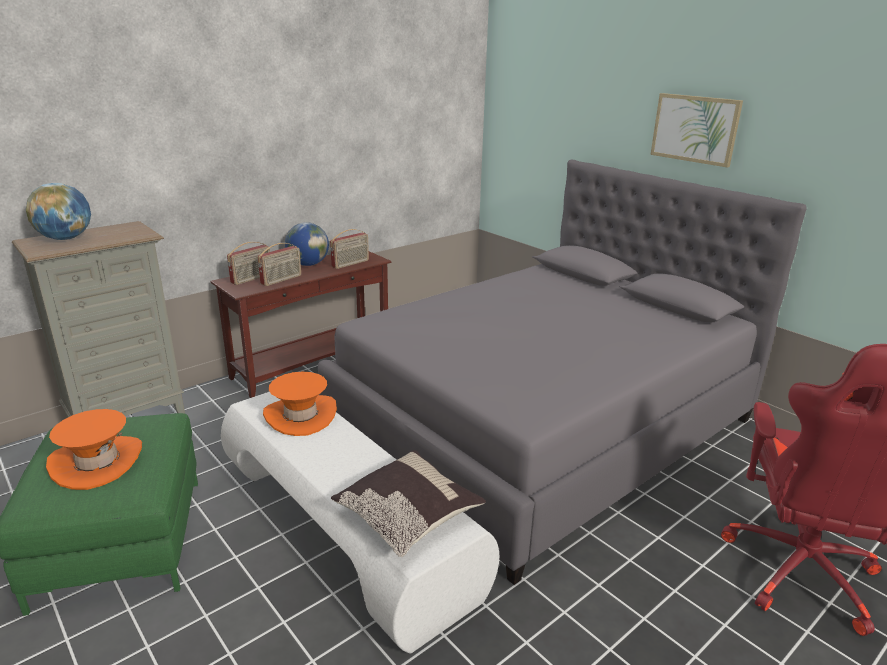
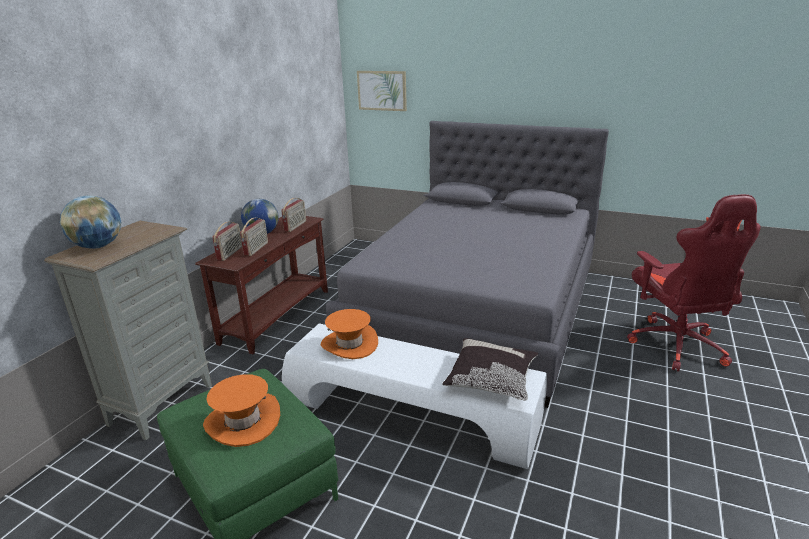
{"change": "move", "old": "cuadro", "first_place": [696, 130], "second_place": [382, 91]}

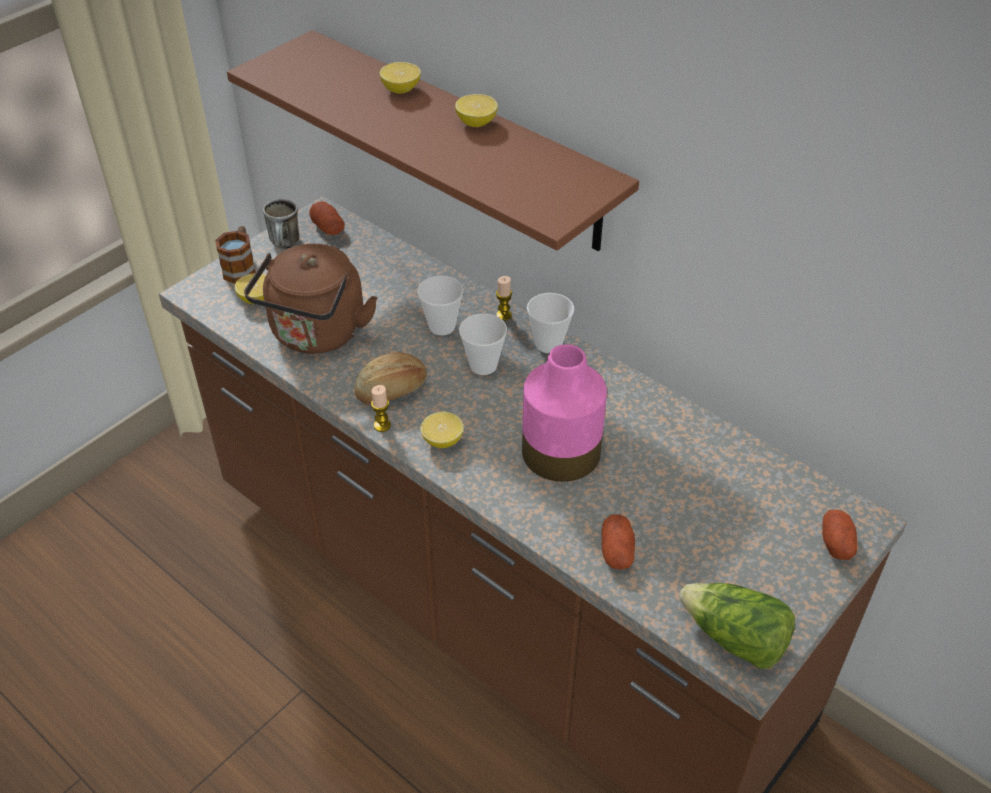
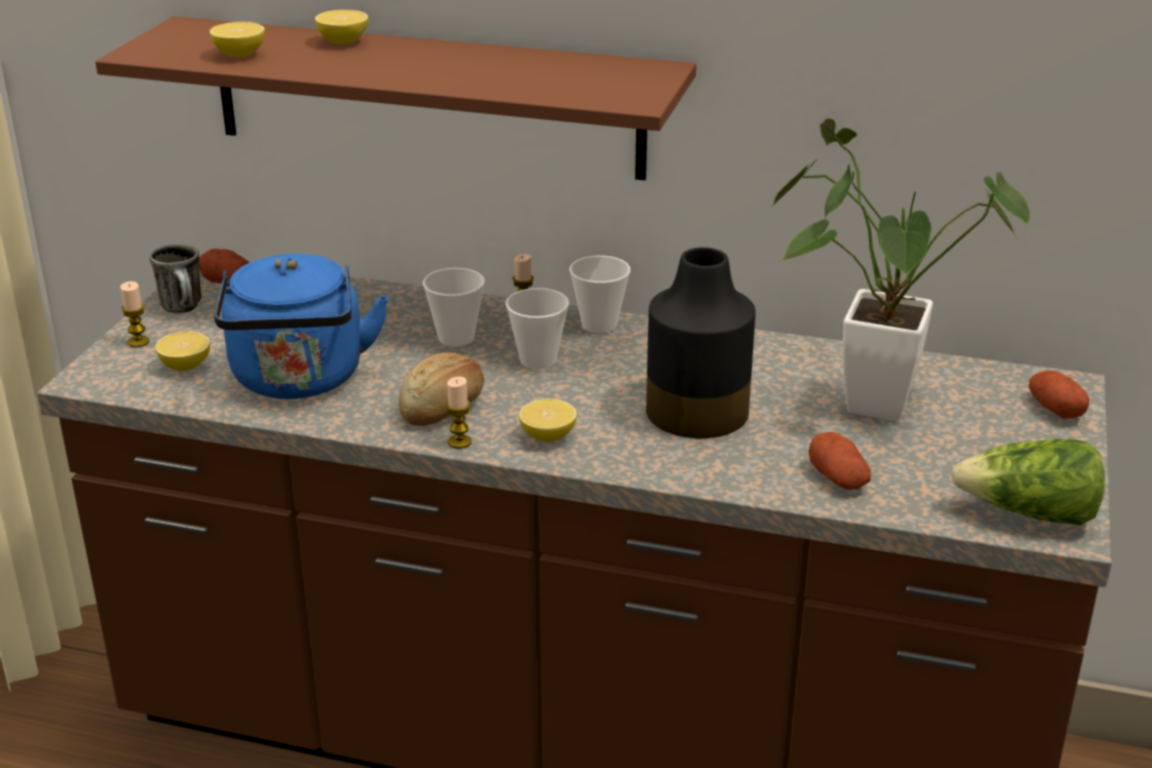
{"change": "replace", "old": "taza grande", "new": "vela", "first_place": [235, 255], "second_place": [135, 314]}
{"change": "move", "old": "limón", "first_place": [476, 110], "second_place": [237, 40]}
{"change": "recolor", "old": "hervidor/marrón", "new": "hervidor/azul", "first_place": [311, 299], "second_place": [301, 326]}
{"change": "recolor", "old": "florero/rosa", "new": "florero/negro", "first_place": [564, 413], "second_place": [701, 342]}
{"change": "insert", "new": "planta en maceta", "second_place": [900, 269]}

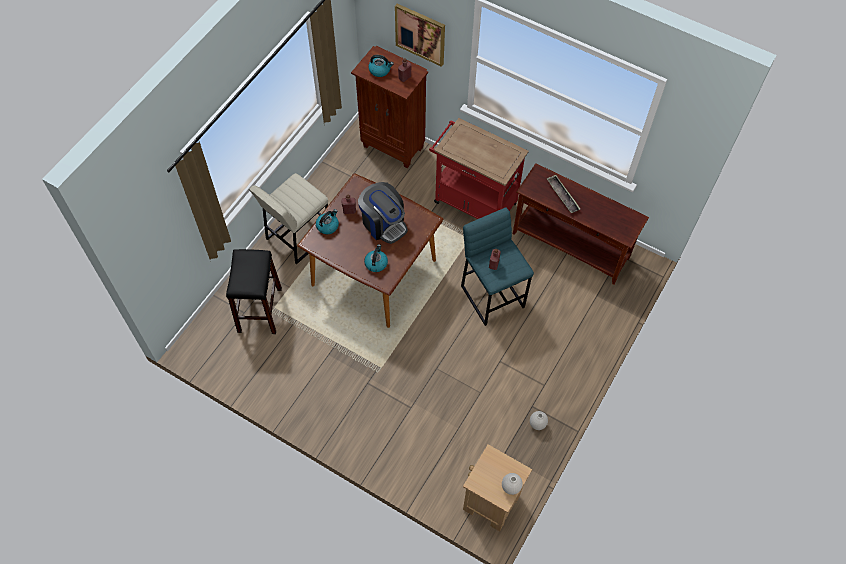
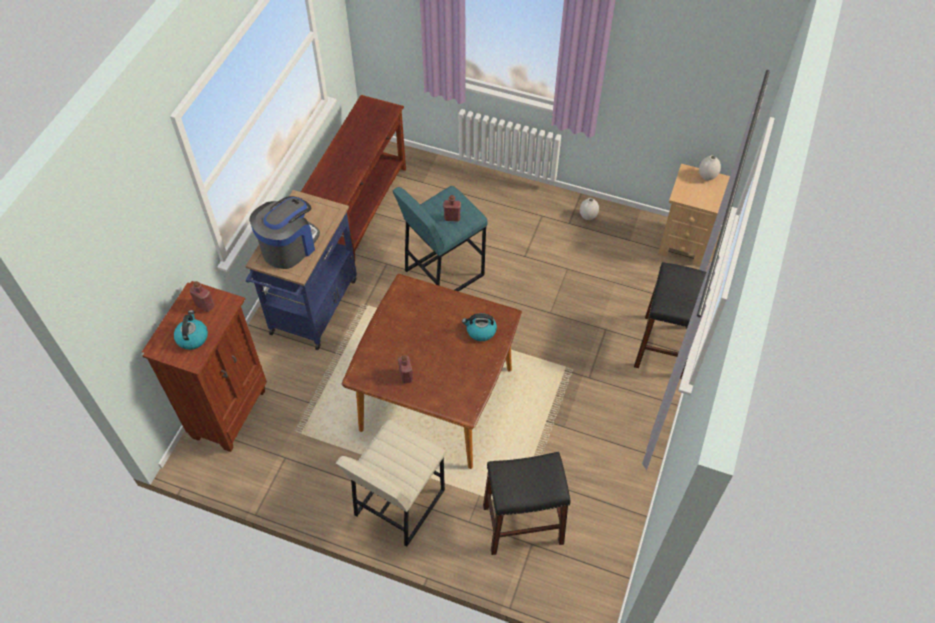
{"change": "recolor", "old": "carrito/rojo", "new": "carrito/azul", "first_place": [479, 168], "second_place": [301, 270]}
{"change": "move", "old": "cafetera", "first_place": [383, 213], "second_place": [284, 232]}
{"change": "rotate", "old": "silla/beis", "first_place": [288, 218], "second_place": [390, 483], "degrees": 90}
{"change": "insert", "new": "taburete/negro", "second_place": [670, 320]}
{"change": "delete", "old": "hervidor", "first_place": [327, 221]}
{"change": "delete", "old": "cuadro", "first_place": [420, 35]}
{"change": "delete", "old": "bandeja", "first_place": [563, 194]}

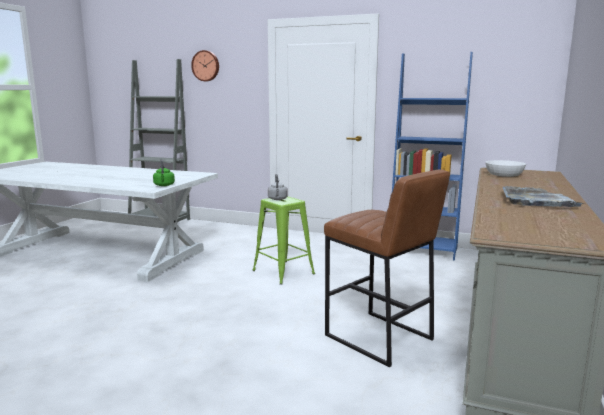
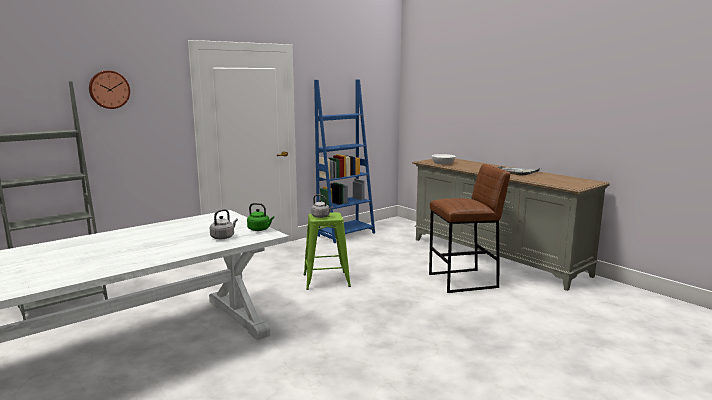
{"change": "insert", "new": "hervidor/gris", "second_place": [224, 224]}

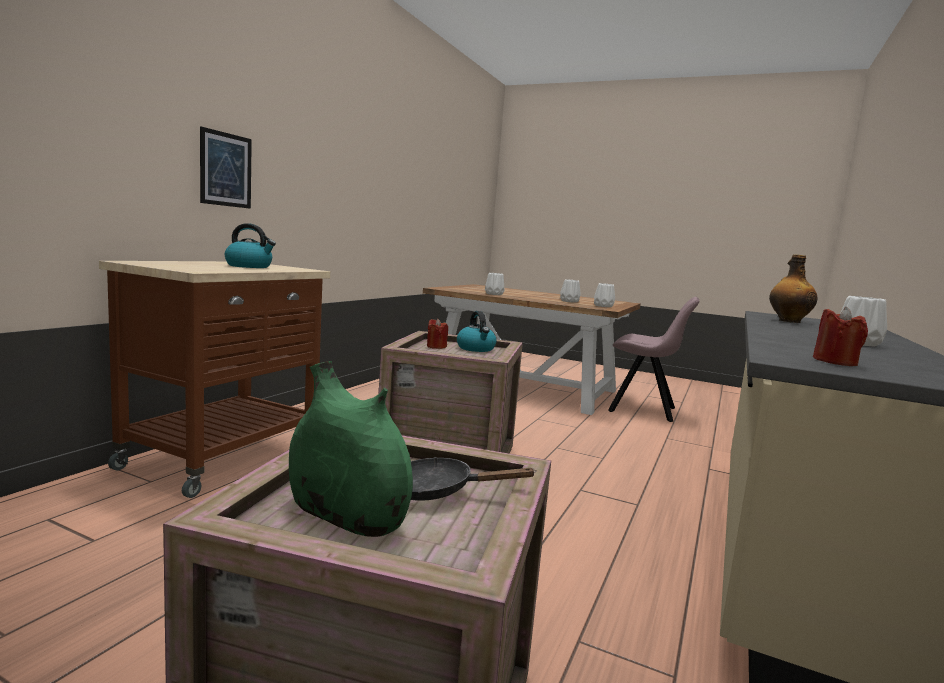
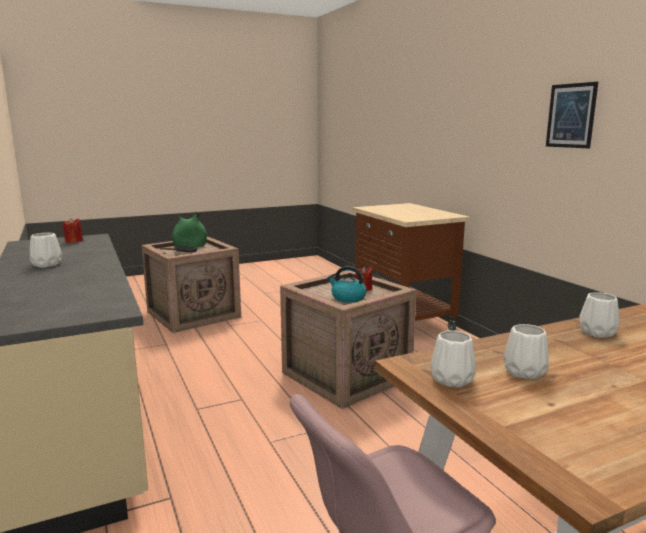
{"change": "move", "old": "cuadro", "first_place": [226, 168], "second_place": [572, 115]}
{"change": "delete", "old": "hervidor", "first_place": [250, 245]}
{"change": "delete", "old": "botella", "first_place": [793, 289]}

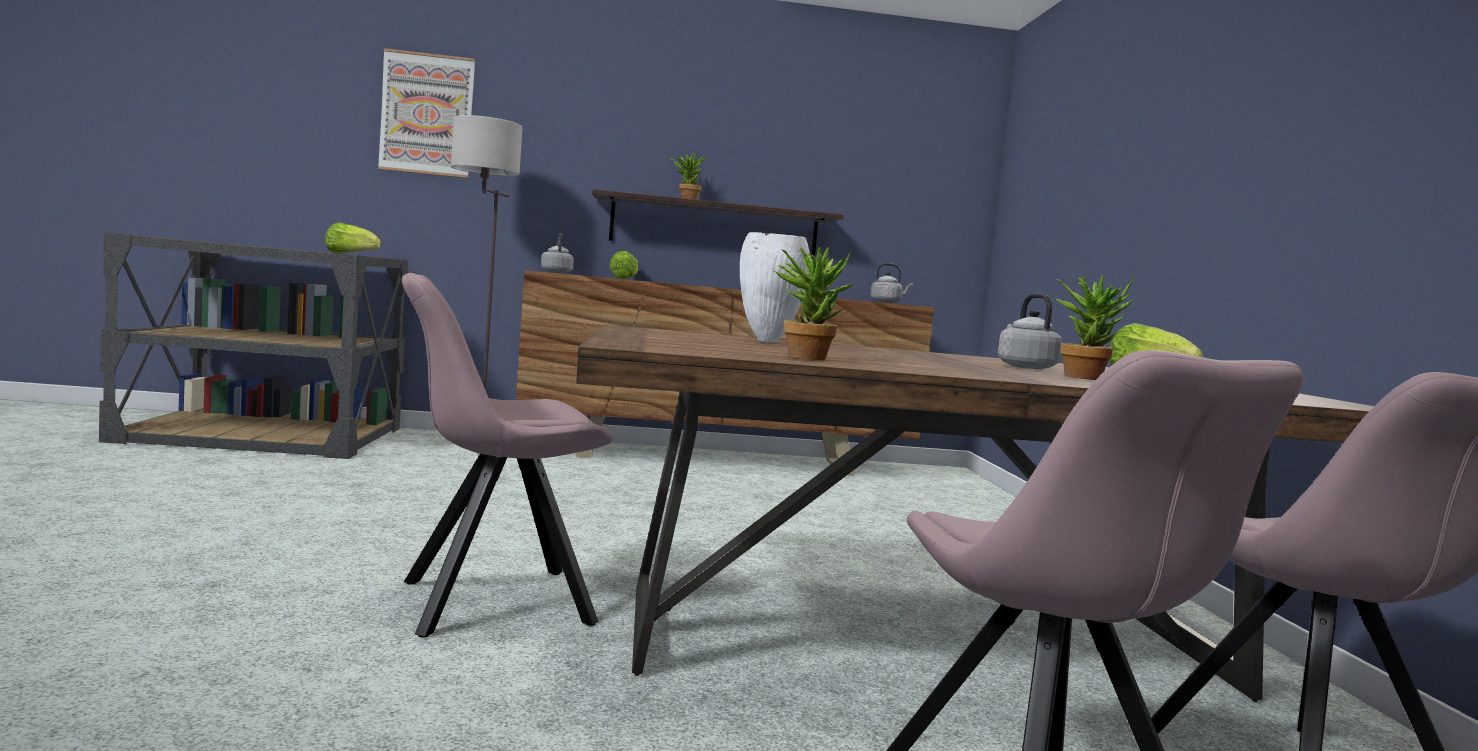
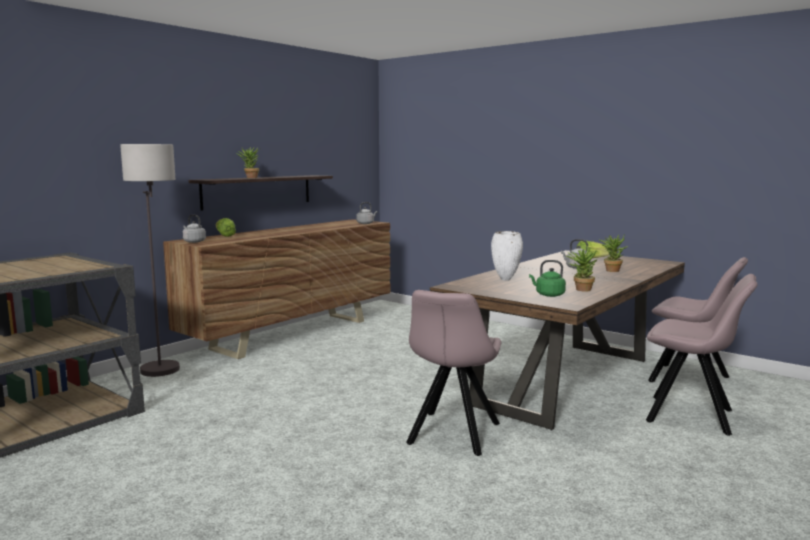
{"change": "insert", "new": "hervidor/verde", "second_place": [547, 278]}
{"change": "delete", "old": "lechuga", "first_place": [353, 238]}
{"change": "delete", "old": "cuadro", "first_place": [426, 113]}

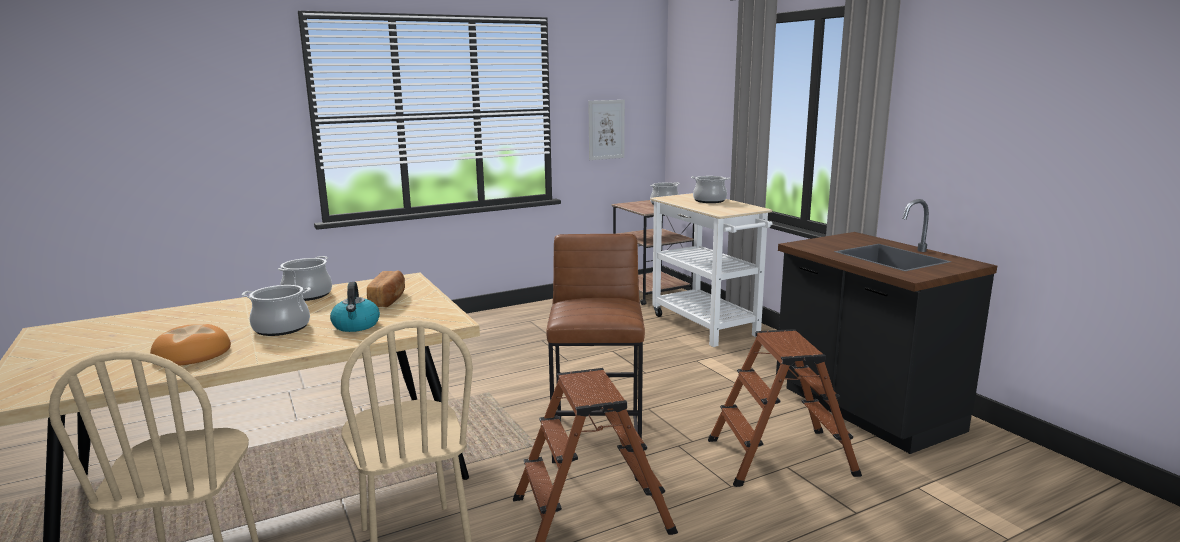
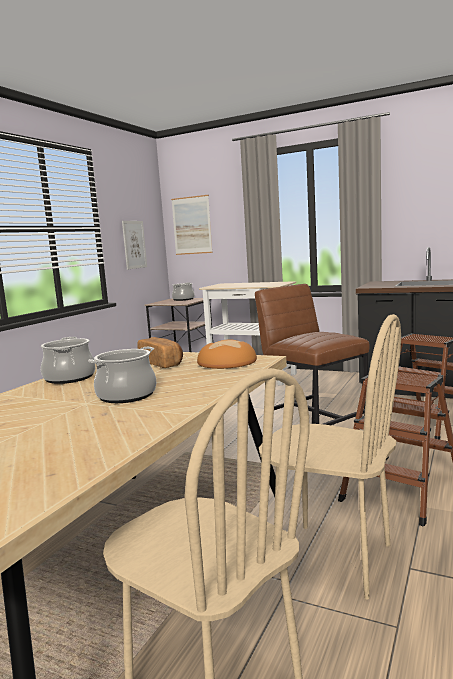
{"change": "insert", "new": "cuadro", "second_place": [192, 225]}
{"change": "move", "old": "pan", "first_place": [190, 345], "second_place": [227, 354]}
{"change": "delete", "old": "hervidor", "first_place": [355, 307]}
{"change": "delete", "old": "olla", "first_place": [710, 189]}

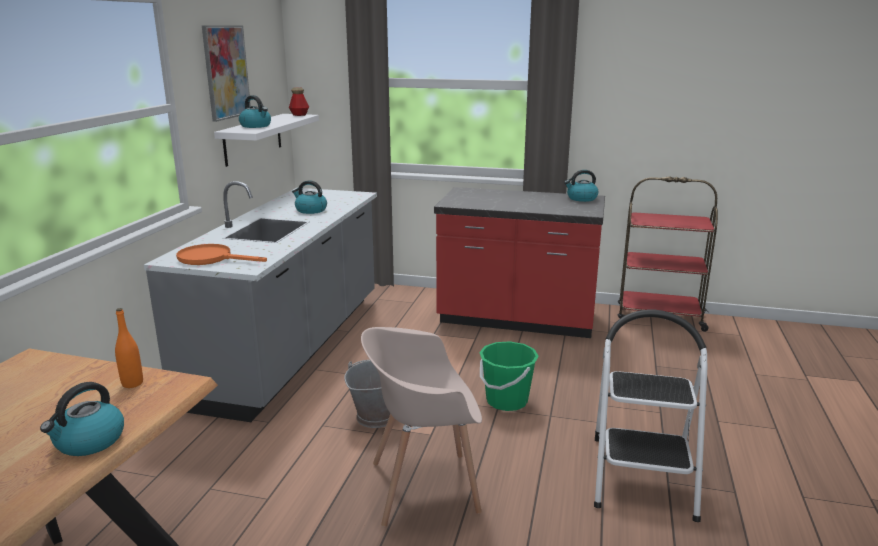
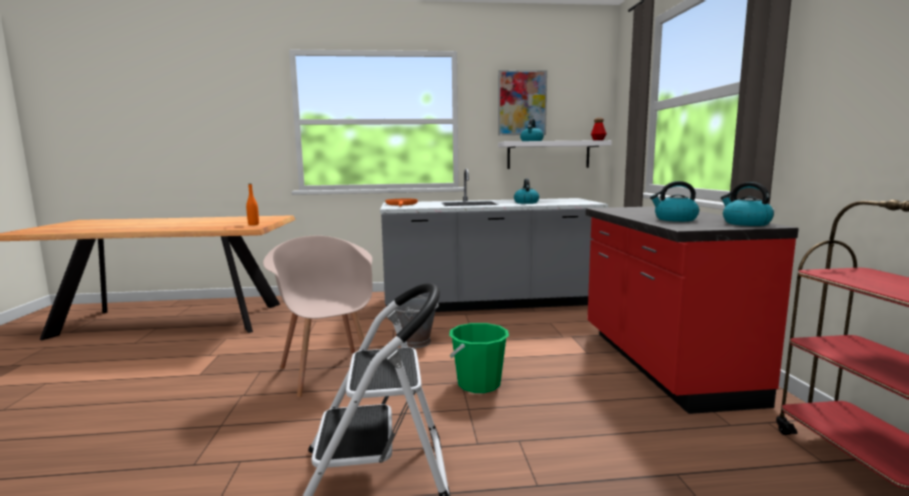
{"change": "move", "old": "hervidor", "first_place": [82, 419], "second_place": [674, 201]}

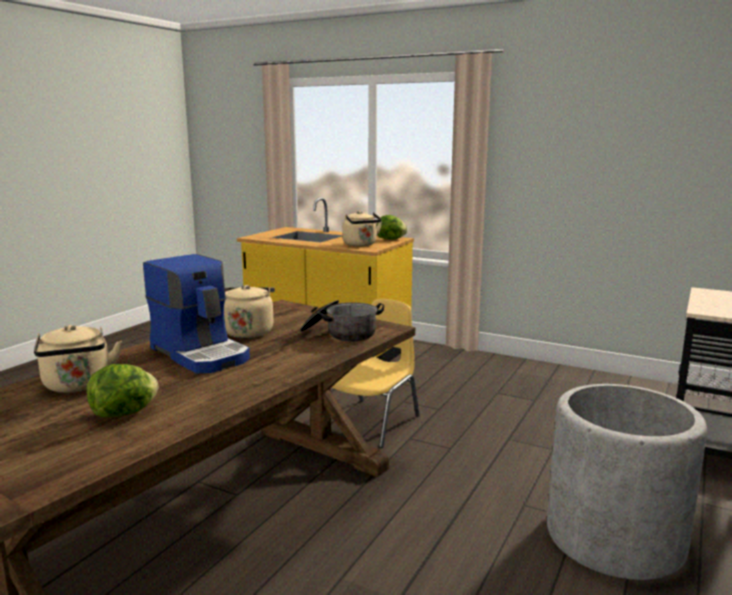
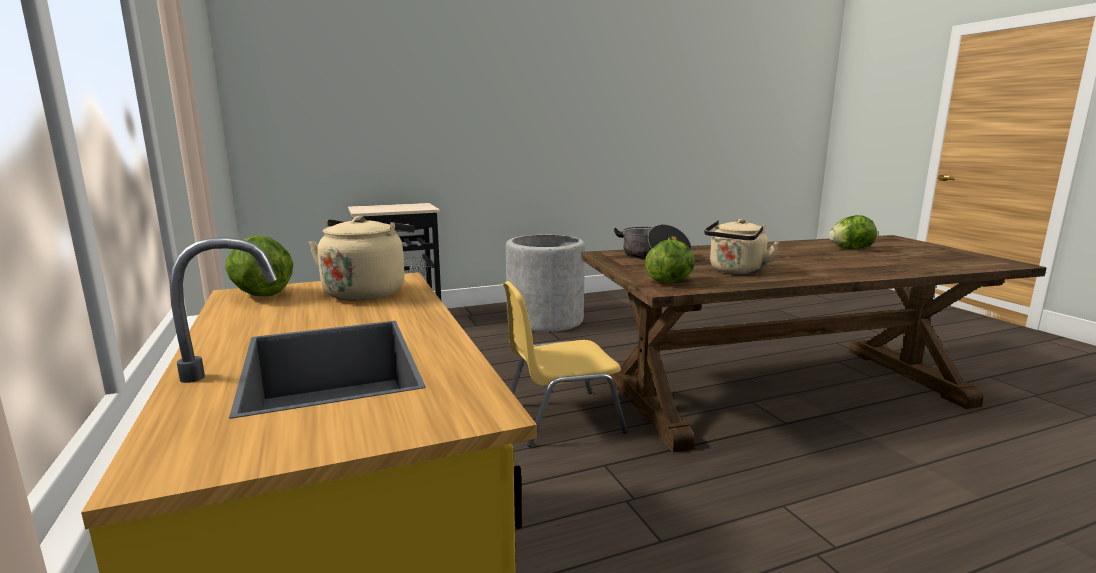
{"change": "insert", "new": "lechuga", "second_place": [670, 261]}
{"change": "delete", "old": "hervidor/beis", "first_place": [78, 359]}
{"change": "delete", "old": "cafetera", "first_place": [196, 314]}

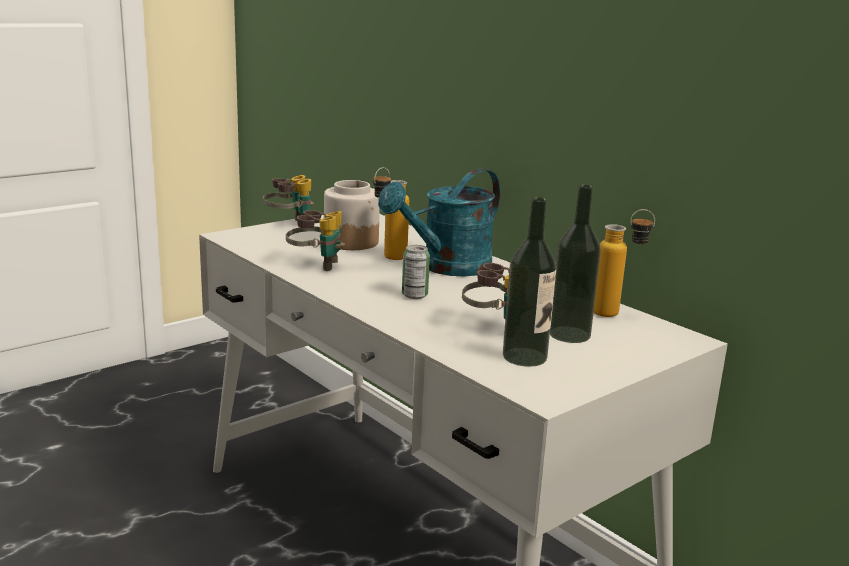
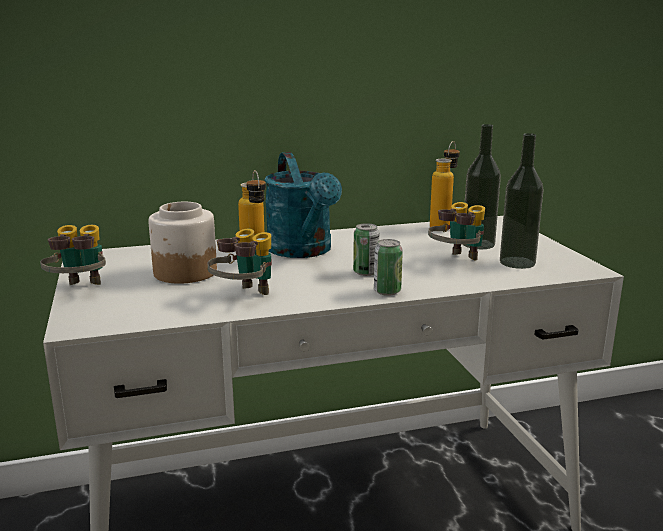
{"change": "insert", "new": "lata", "second_place": [388, 267]}

